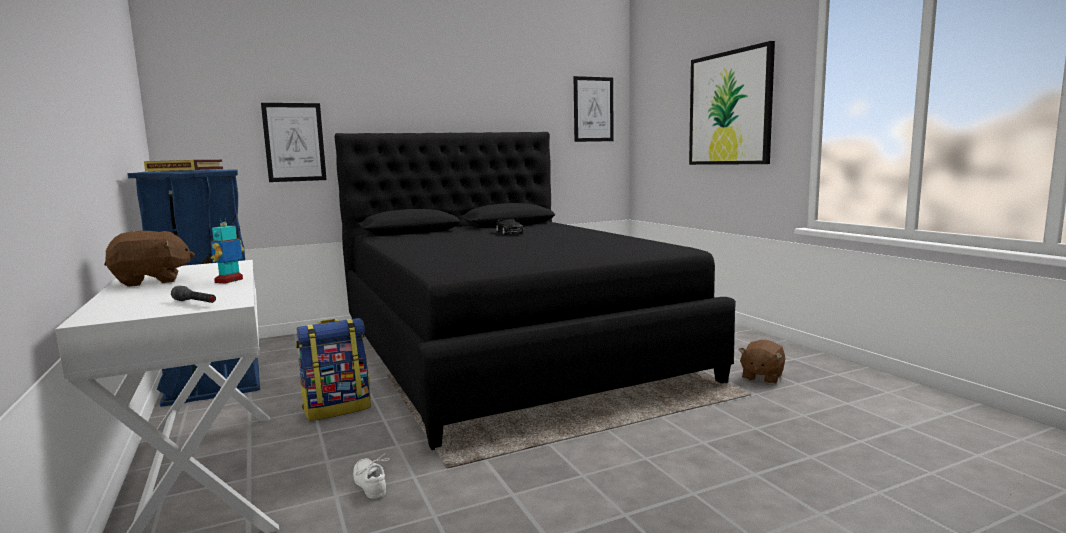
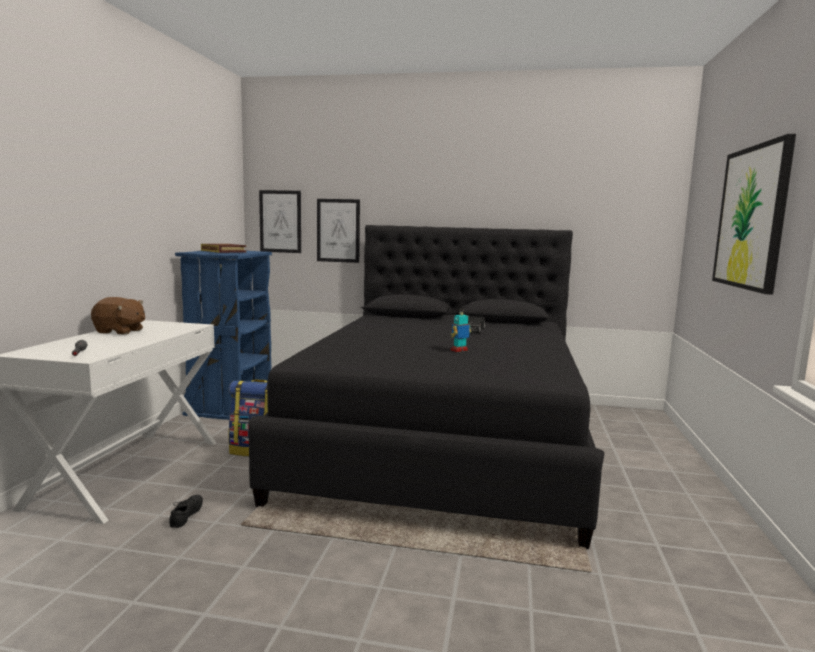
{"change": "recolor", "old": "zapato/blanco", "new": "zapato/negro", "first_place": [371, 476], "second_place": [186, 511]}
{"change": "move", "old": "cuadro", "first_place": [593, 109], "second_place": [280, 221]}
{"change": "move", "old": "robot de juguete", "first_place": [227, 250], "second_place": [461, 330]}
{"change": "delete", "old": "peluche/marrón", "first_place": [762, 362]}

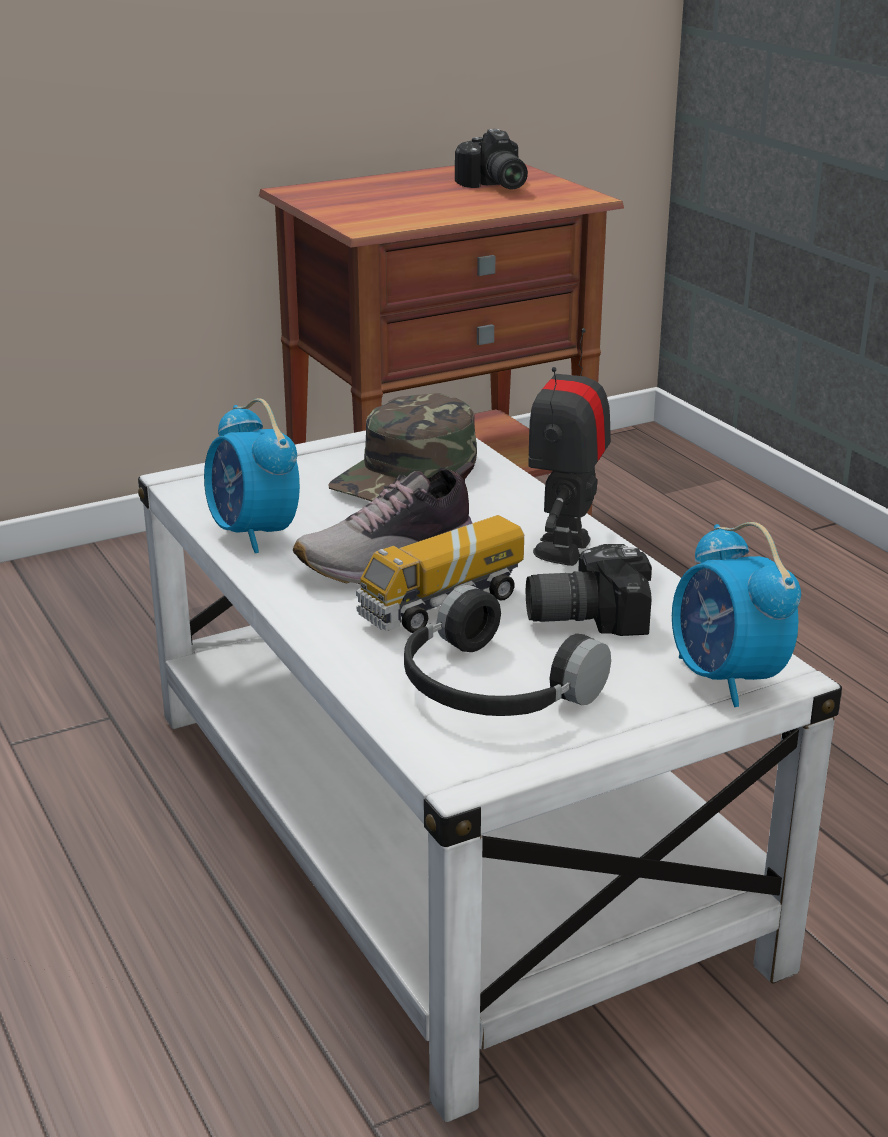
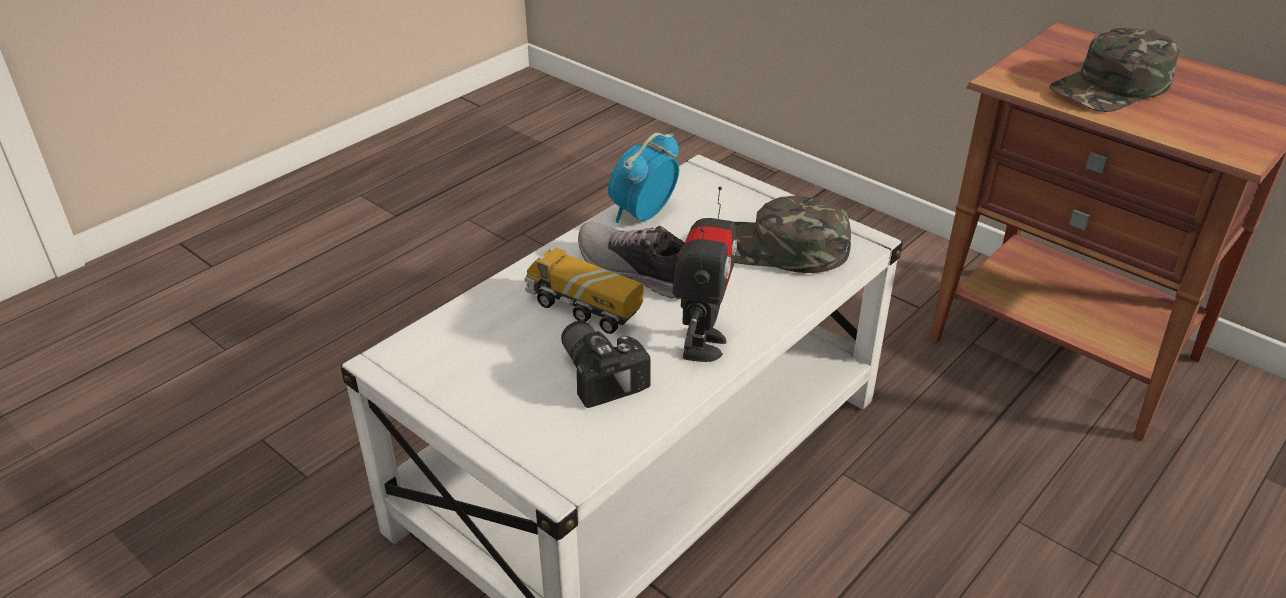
{"change": "rotate", "old": "robot de juguete", "first_place": [569, 447], "second_place": [704, 274], "degrees": 105}
{"change": "insert", "new": "gorra/verde", "second_place": [1114, 70]}
{"change": "delete", "old": "auriculares/negro", "first_place": [507, 650]}
{"change": "delete", "old": "cámara", "first_place": [491, 159]}
{"change": "delete", "old": "despertador", "first_place": [736, 614]}

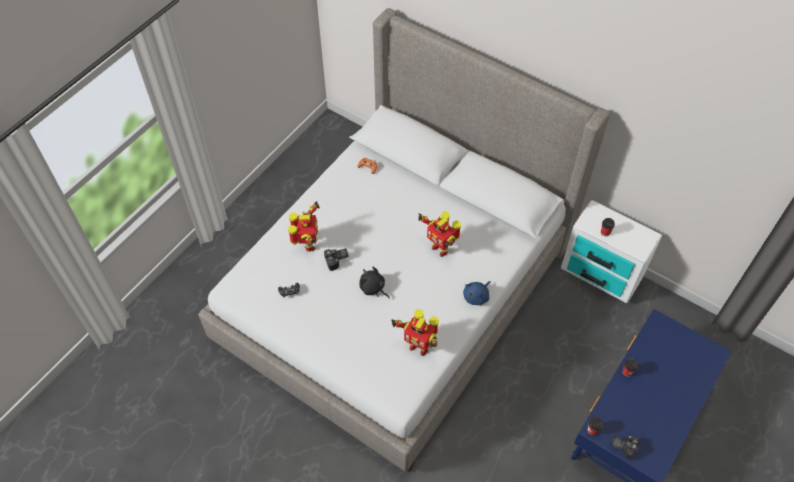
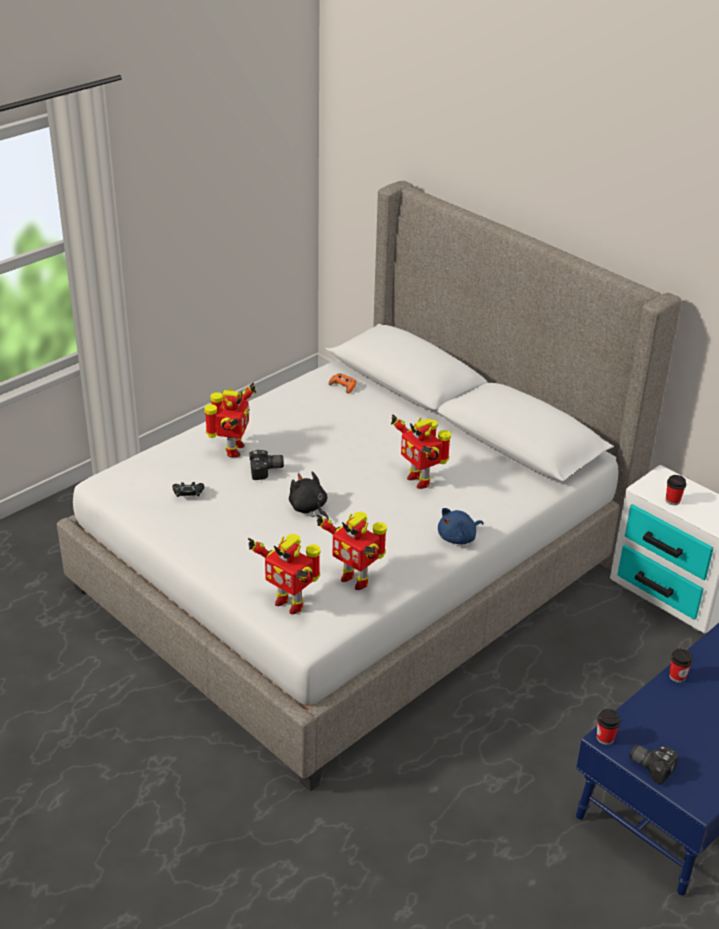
{"change": "insert", "new": "robot de juguete", "second_place": [284, 574]}

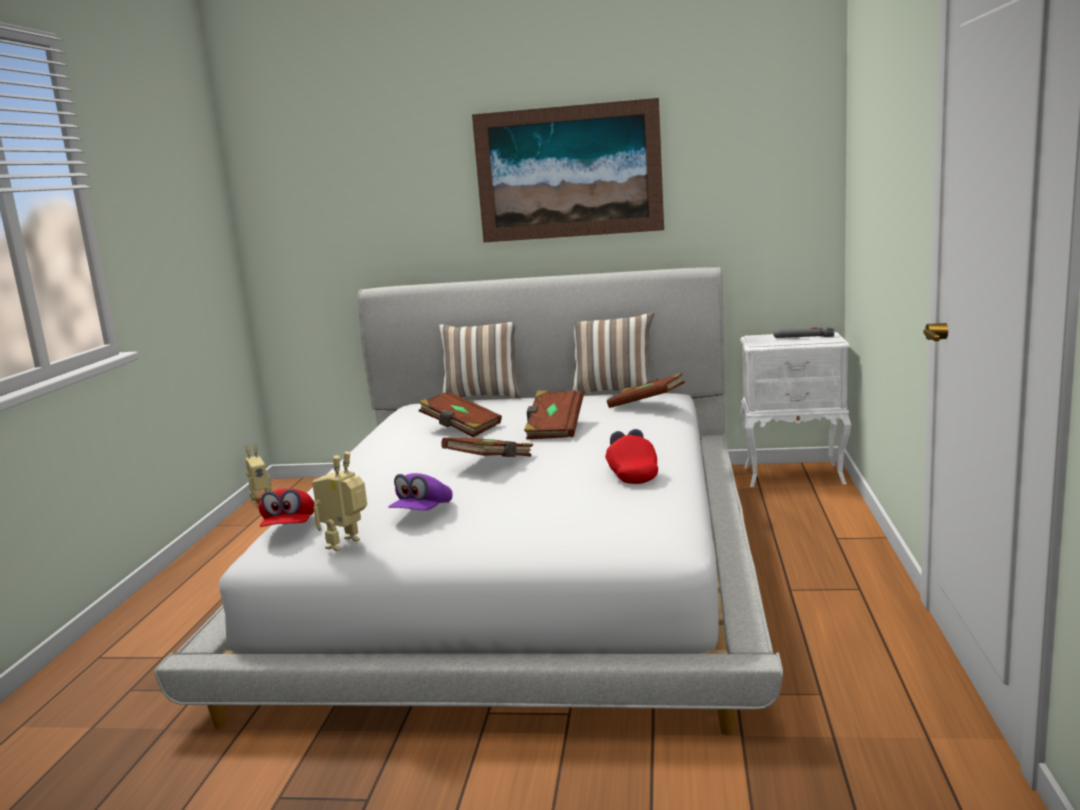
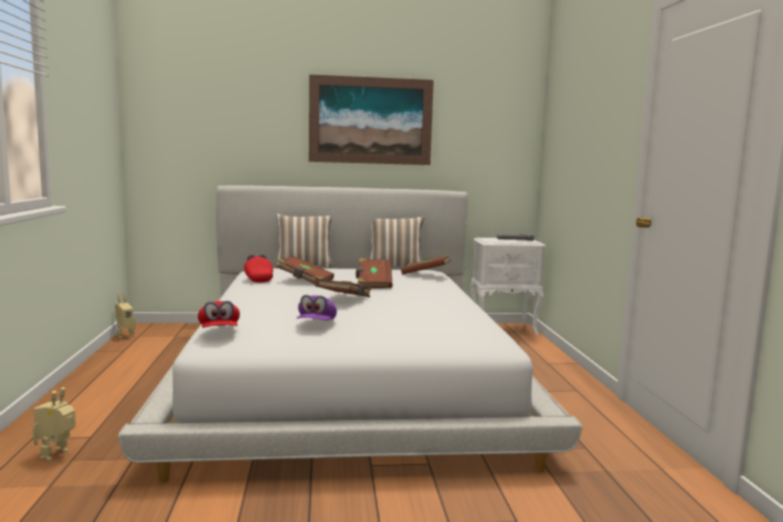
{"change": "move", "old": "robot de juguete", "first_place": [339, 501], "second_place": [54, 424]}
{"change": "move", "old": "gorra/rojo", "first_place": [631, 456], "second_place": [258, 268]}

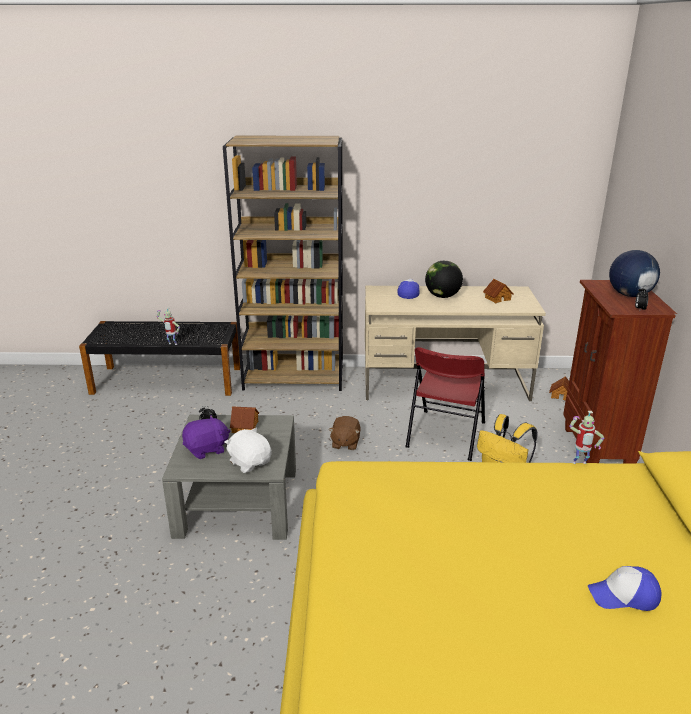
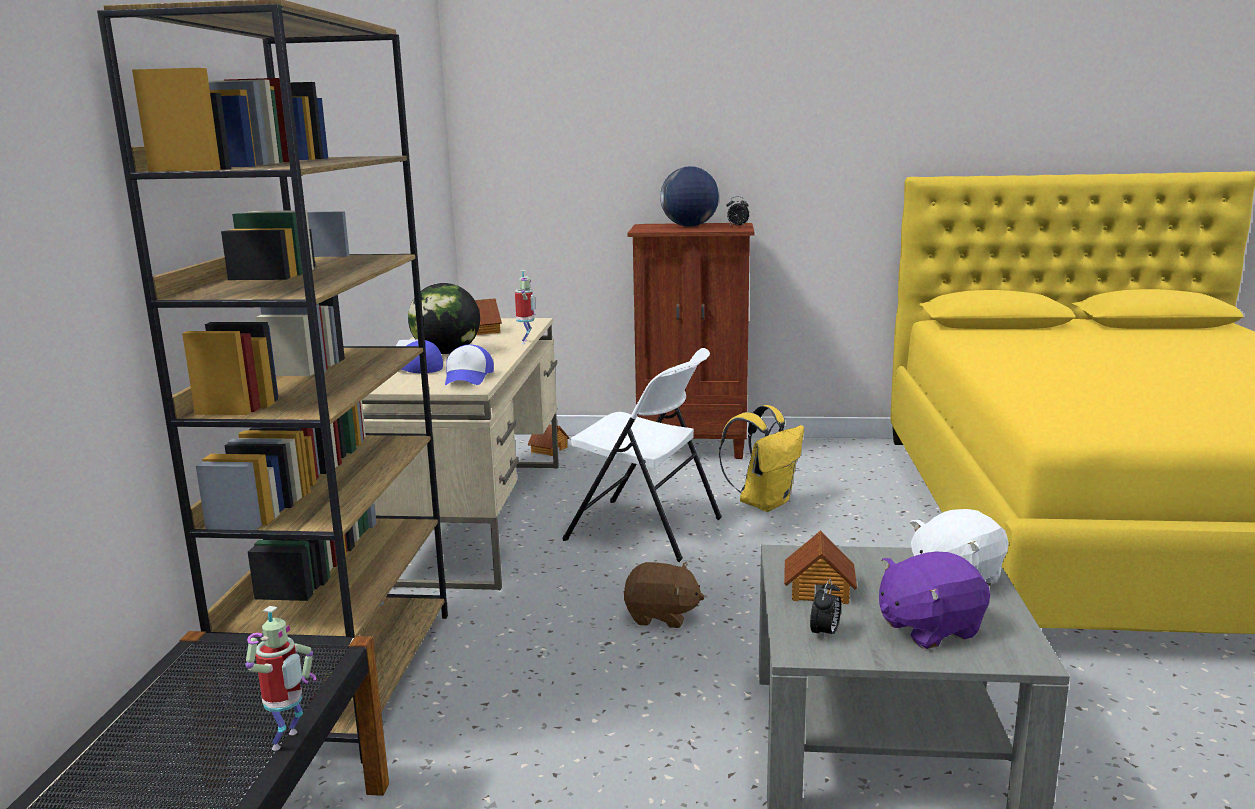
{"change": "move", "old": "gorra", "first_place": [625, 588], "second_place": [469, 364]}
{"change": "move", "old": "robot de juguete", "first_place": [586, 437], "second_place": [525, 307]}
{"change": "recolor", "old": "silla/rojo", "new": "silla/blanco", "first_place": [445, 404], "second_place": [642, 455]}
{"change": "rotate", "old": "peluche/morado", "first_place": [206, 437], "second_place": [934, 600], "degrees": -90}

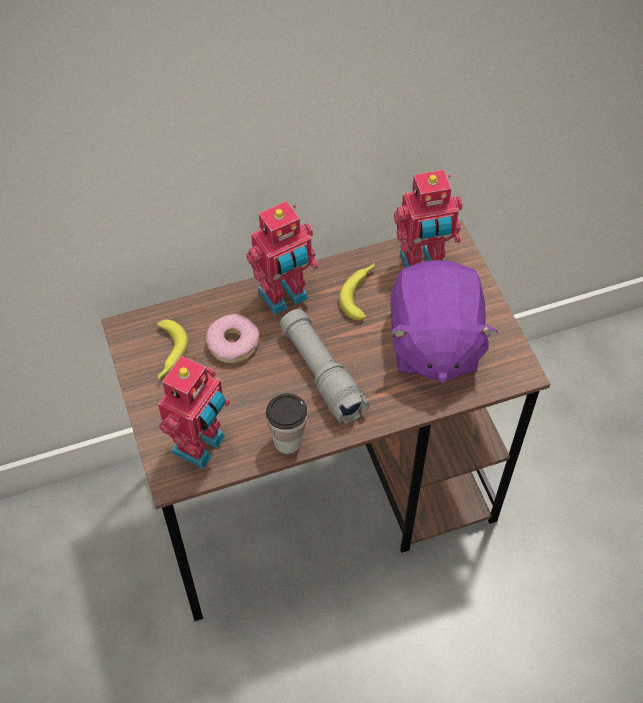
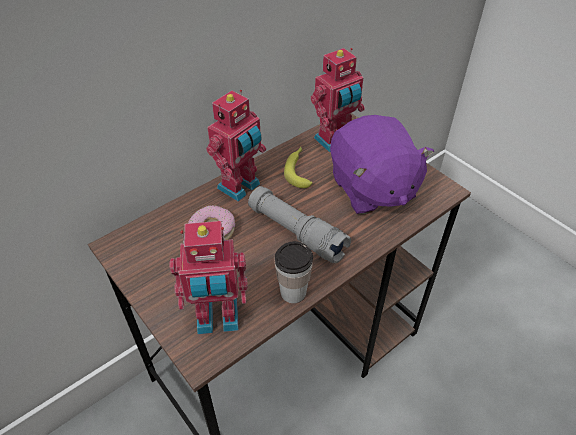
{"change": "rotate", "old": "robot de juguete", "first_place": [194, 412], "second_place": [208, 277], "degrees": 75}
{"change": "delete", "old": "plátano", "first_place": [173, 350]}

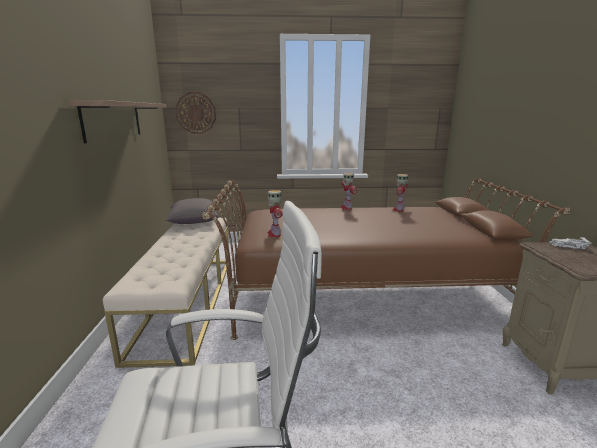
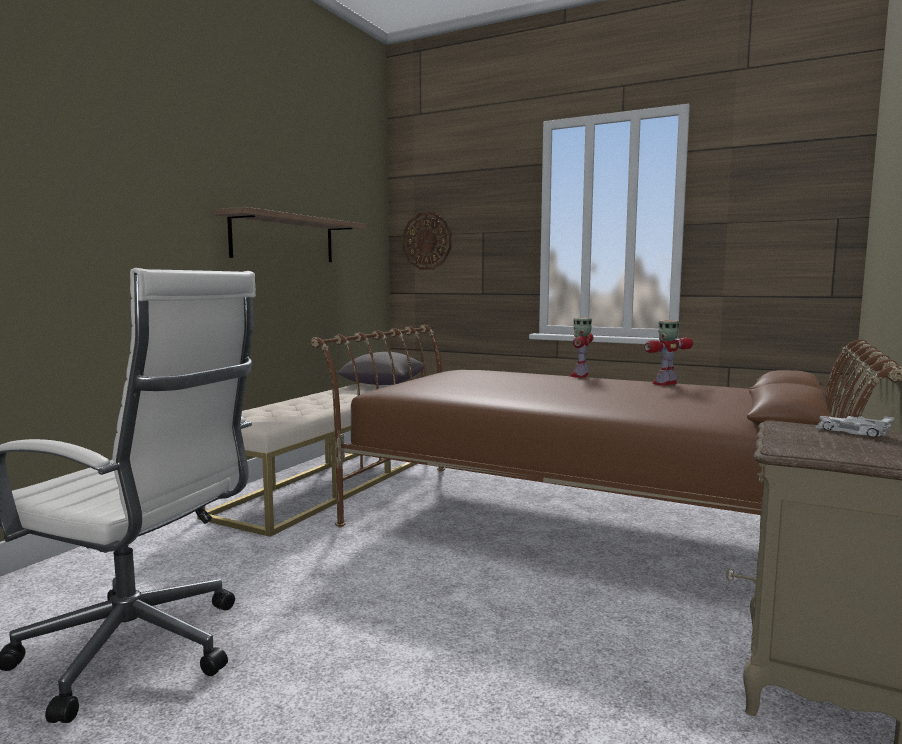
{"change": "delete", "old": "robot de juguete", "first_place": [275, 213]}

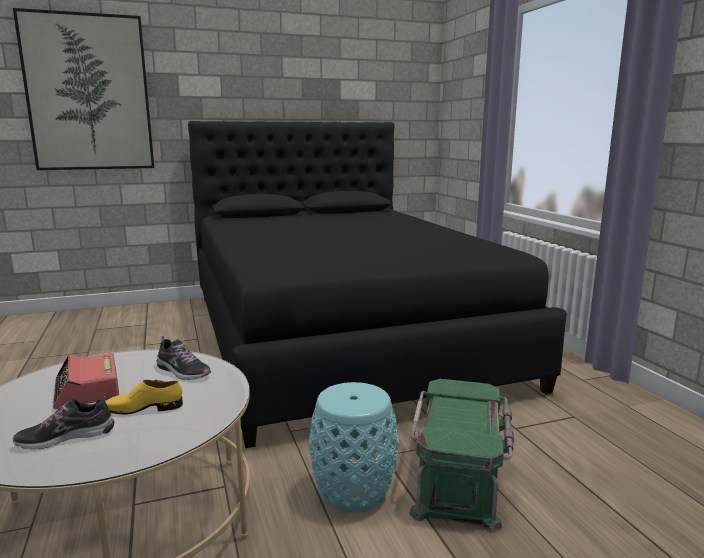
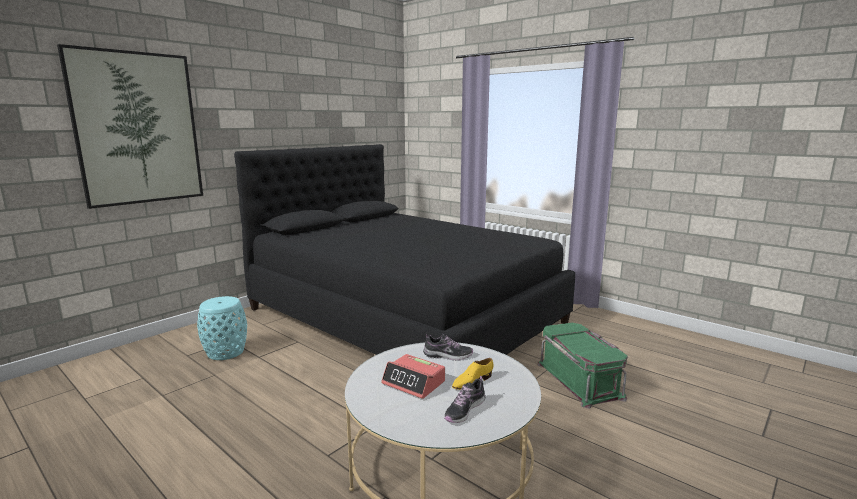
{"change": "move", "old": "taburete/turquesa", "first_place": [354, 447], "second_place": [222, 328]}

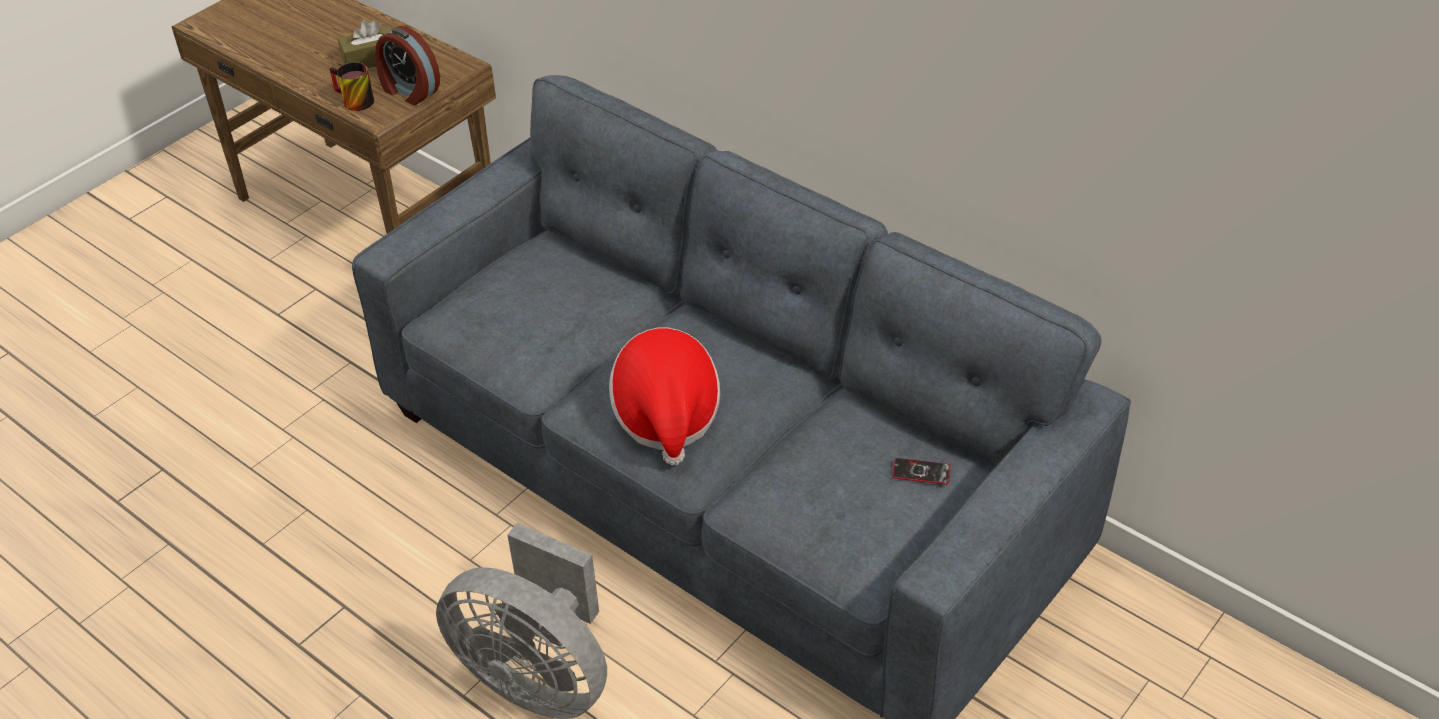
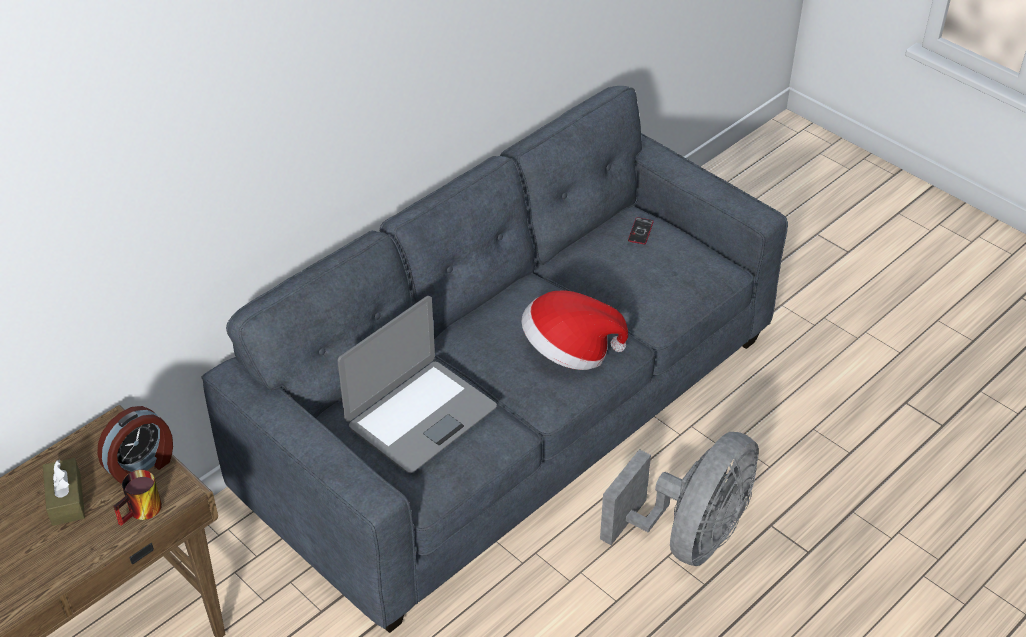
{"change": "insert", "new": "portátil", "second_place": [417, 384]}

